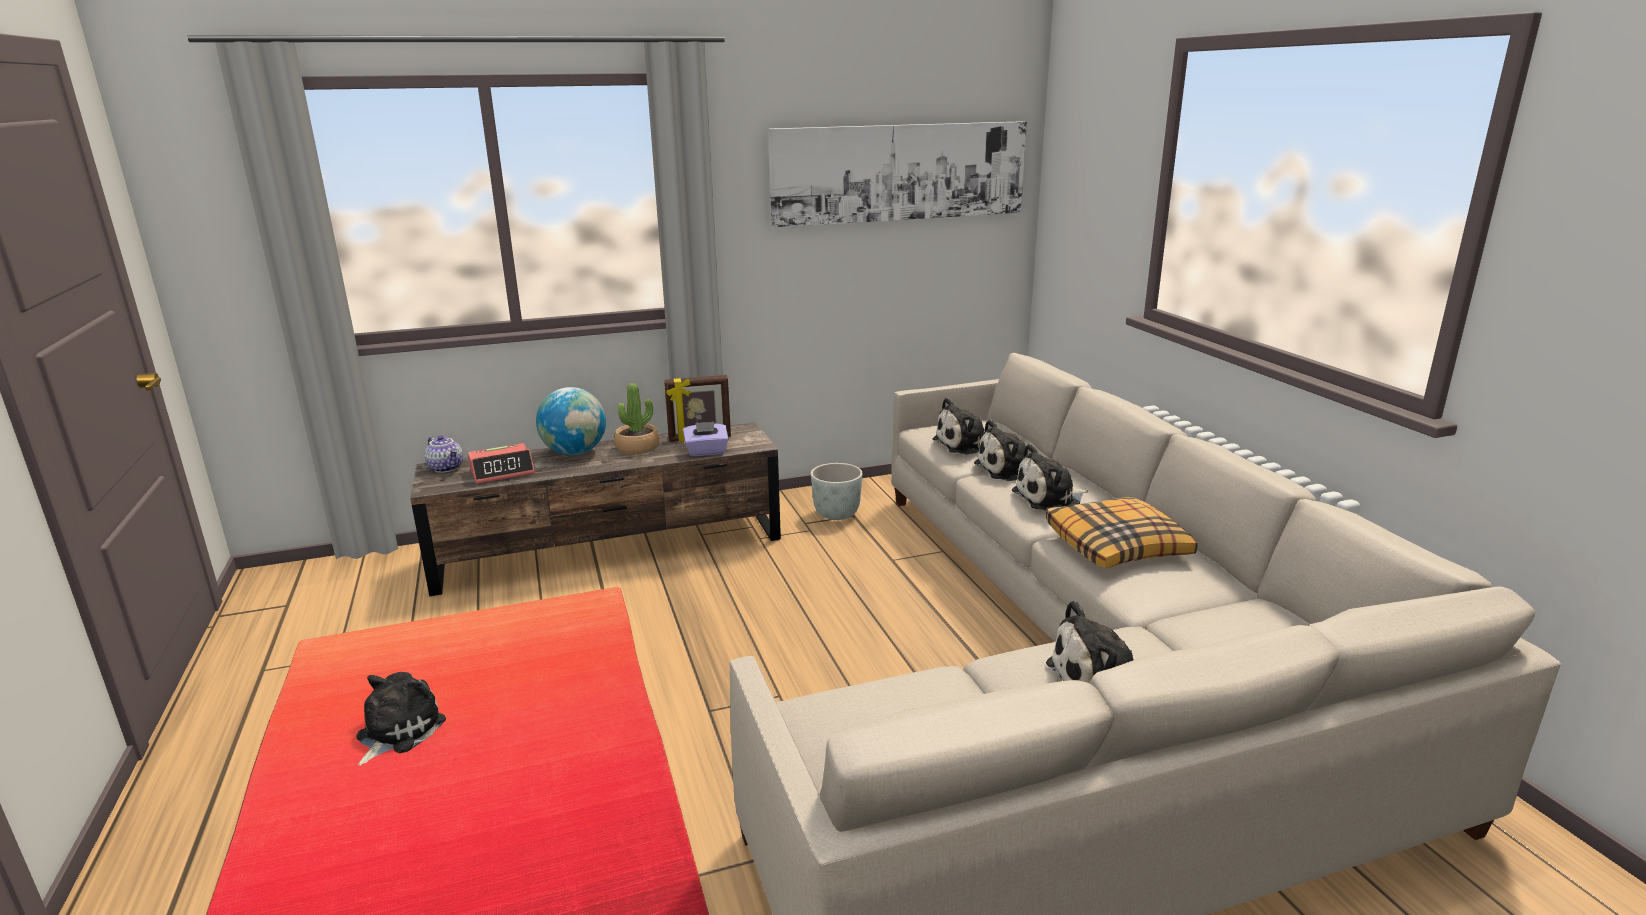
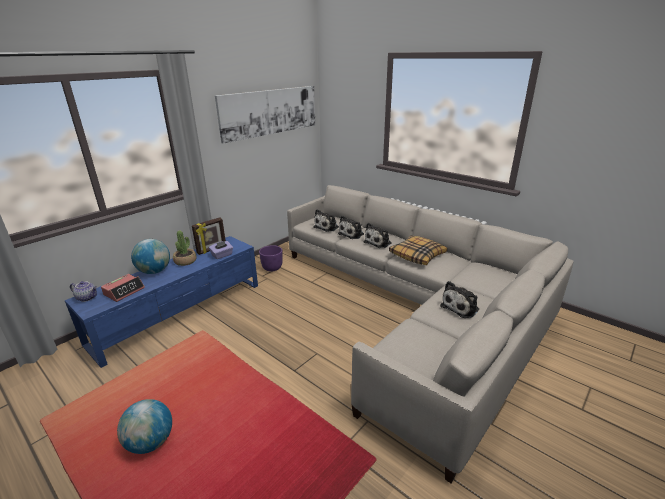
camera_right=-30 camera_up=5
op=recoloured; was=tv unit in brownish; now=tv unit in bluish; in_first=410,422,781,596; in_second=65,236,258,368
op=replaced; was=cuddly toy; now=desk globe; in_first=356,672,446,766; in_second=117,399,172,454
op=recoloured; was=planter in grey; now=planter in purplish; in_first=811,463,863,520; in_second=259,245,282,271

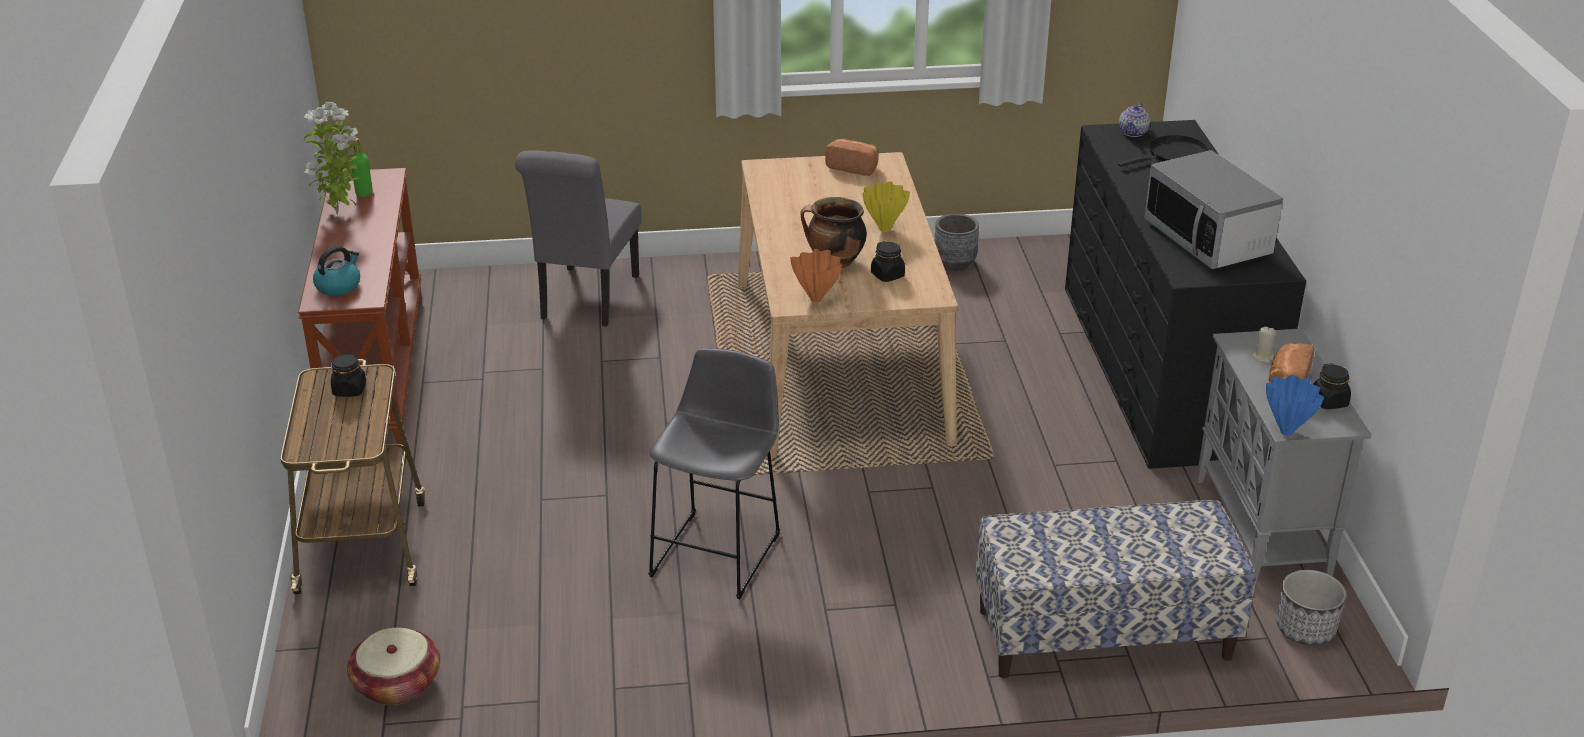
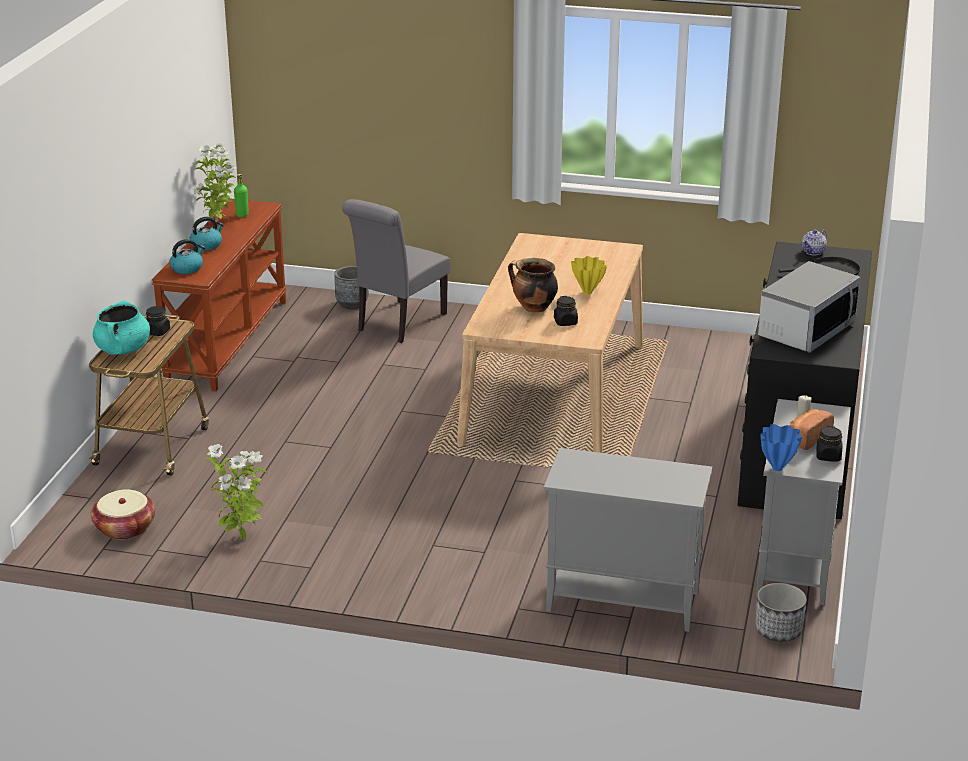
camera_right=20 camera_up=-5
op=added; now=stockpot in turquoise-coloured; in_second=93,300,150,355
op=added; now=tea kettle; in_second=190,217,224,251
op=added; now=plant in a pot; in_second=205,444,267,540
op=moved; was=planter in grey; in_first=935,214,979,271; in_second=334,266,369,309
op=replaced; was=indoor bench; now=cupboard in grey; in_first=975,500,1256,678; in_second=544,448,712,632
op=turned; was=kitchen microwave; in_first=1144,150,1283,269; in_second=758,261,860,352; clockwise=-135
op=removed; was=sitting stool in grey; in_first=648,348,780,599
op=removed; was=decorative vase in orange; in_first=790,249,842,303
op=removed; was=bakery bread; in_first=825,139,879,176

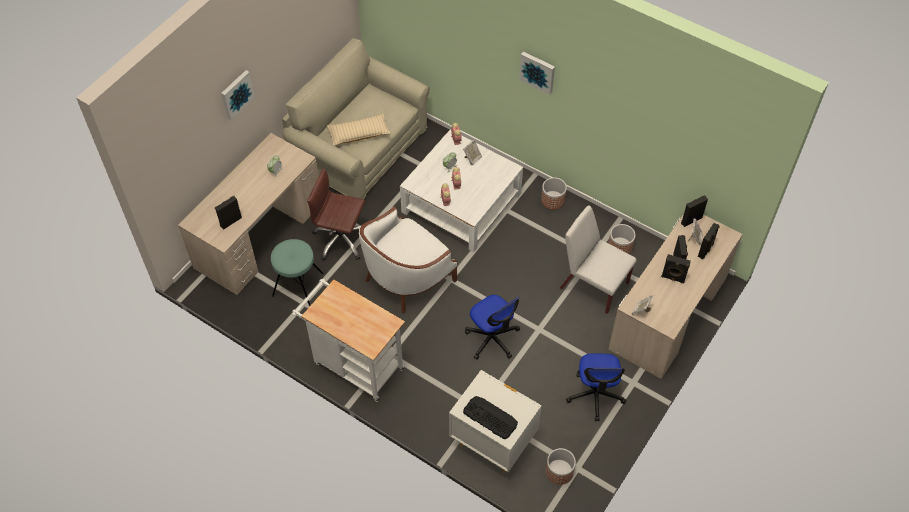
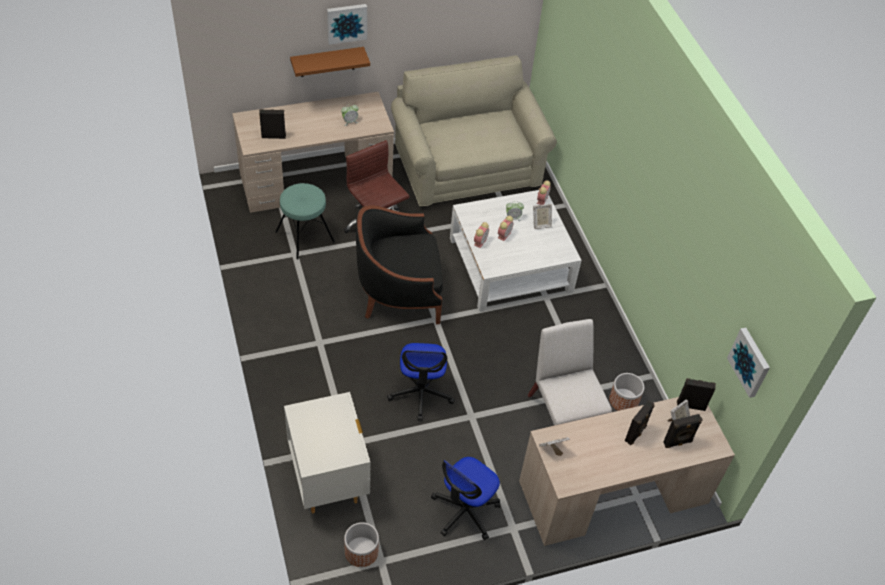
camera_right=35 camera_up=-5
op=added; now=wall shelf in brownish; in_second=290,47,370,77
op=recoloured; was=lounge chair in whitish; now=lounge chair in black; in_first=359,207,457,313; in_second=356,205,443,324
op=moved; was=wall picture; in_first=519,52,555,95; in_second=727,328,770,398
op=removed; was=cart in whitish; in_first=292,279,405,402
op=removed; was=cushion in sand-coloured; in_first=327,113,391,146
op=removed; was=keyboard; in_first=463,396,518,439
op=removed; was=planter; in_first=541,177,567,210
op=removed; was=audio speaker in black; in_first=661,254,691,283

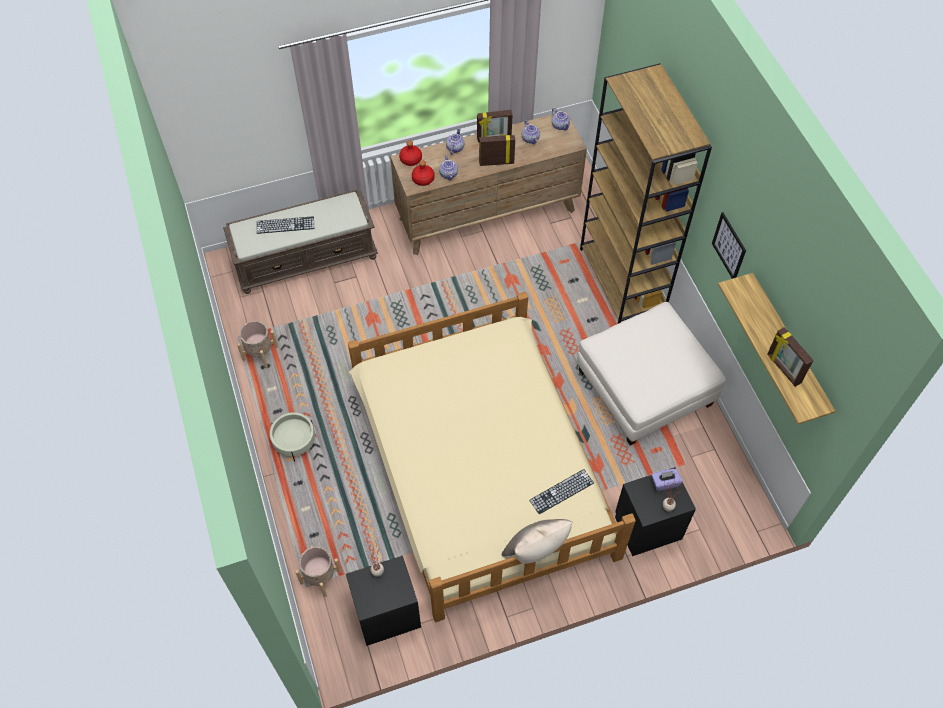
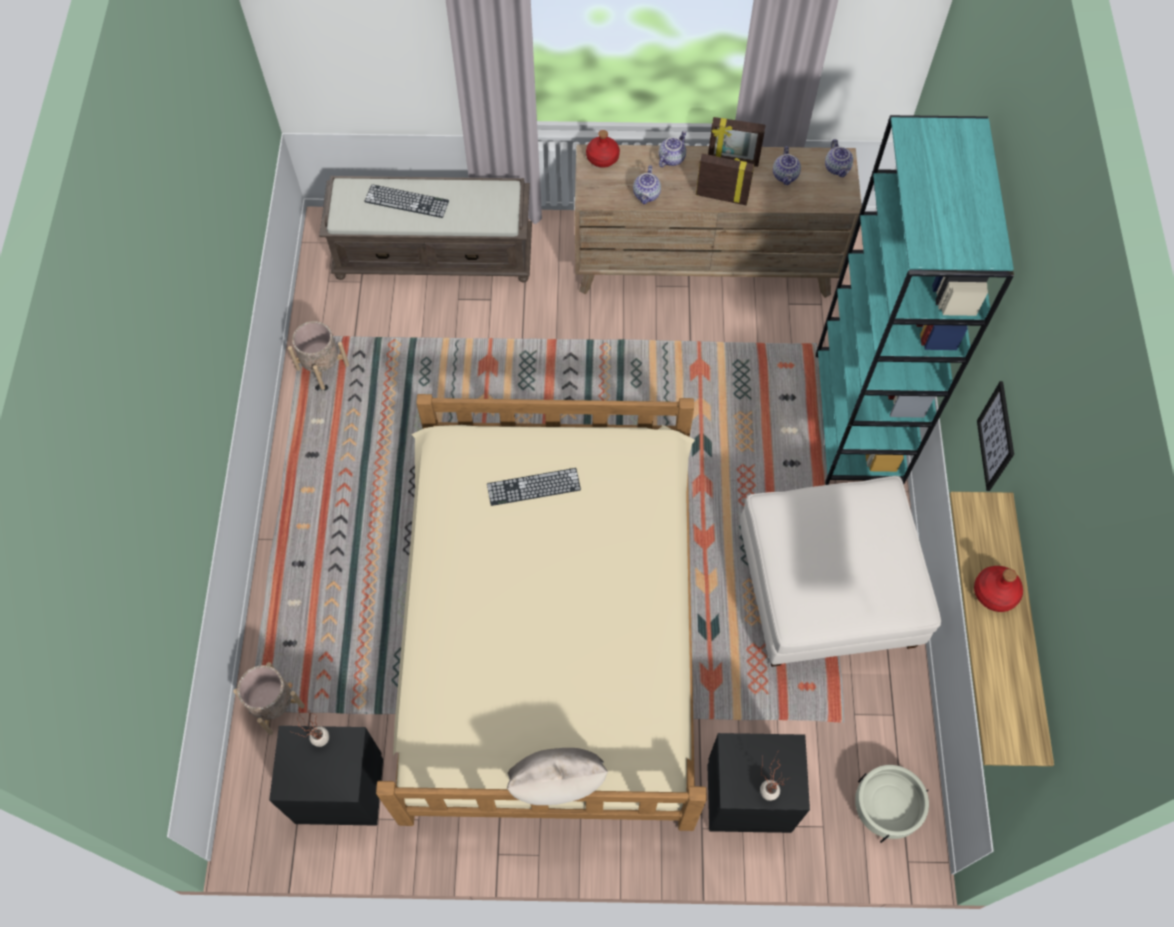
camera_right=20 camera_up=5
op=moved; was=keyboard; in_first=529,469,594,514; in_second=487,468,581,506
op=recoloured; was=shelving unit in brownish; now=shelving unit in turquoise-coloured; in_first=580,63,712,324; in_second=816,115,1014,485
op=moved; was=planter in sand-coloured; in_first=270,412,315,462; in_second=855,765,929,843
op=moved; was=bottle in red-coloured; in_first=412,160,435,186; in_second=974,566,1023,612
op=removed; was=box of tissues in purplish; in_first=652,469,683,491
op=removed; was=picture frame; in_first=767,327,814,387

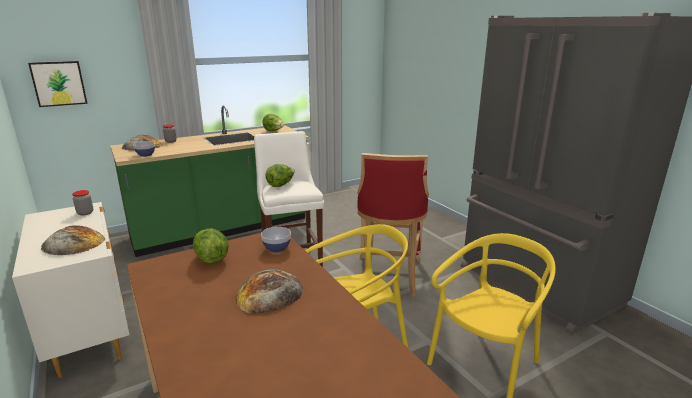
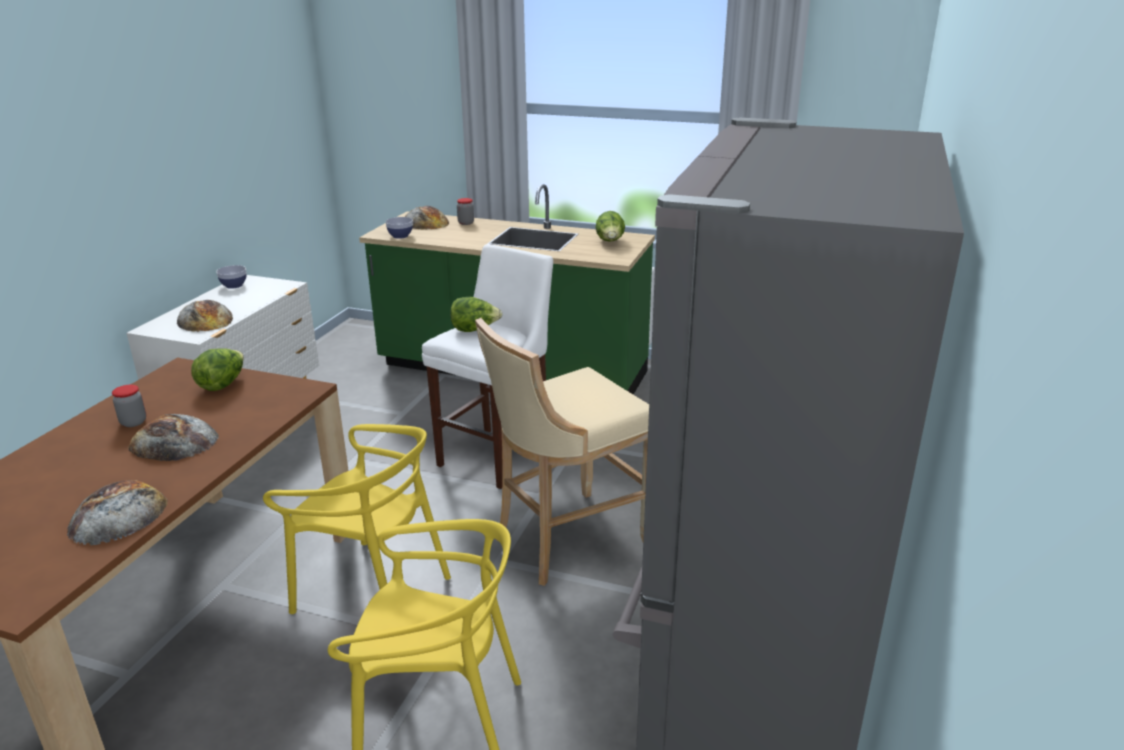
camera_right=50 camera_up=5
op=added; now=bakery bread; in_second=67,480,168,545
op=moved; was=jar; in_first=72,190,93,215; in_second=112,385,146,427
op=moved; was=bowl; in_first=261,227,291,253; in_second=216,265,246,289
op=recoloured; was=sitting stool in red-coloured; now=sitting stool in sand-coloured; in_first=357,153,429,297; in_second=475,318,649,586
op=removed; was=wall picture; in_first=28,61,88,107

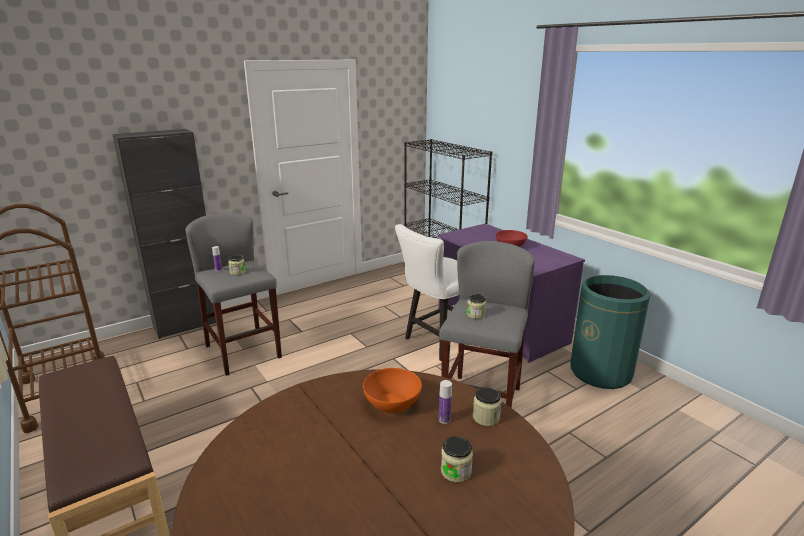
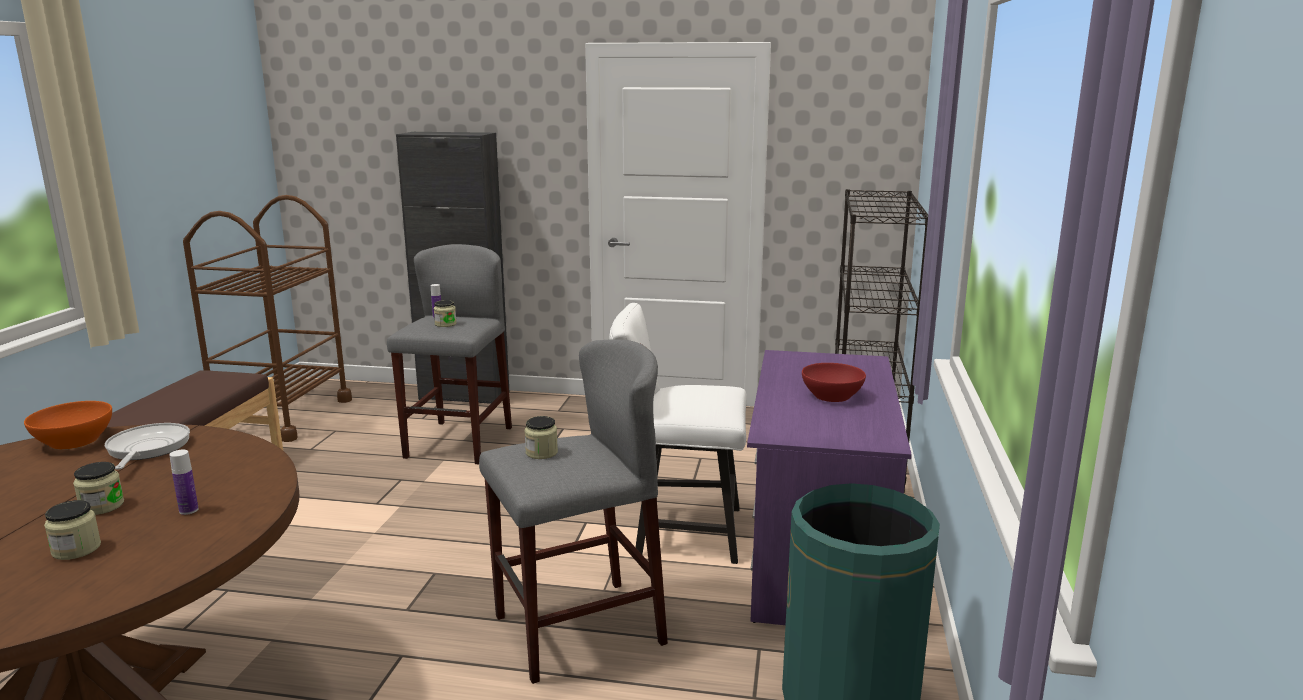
camera_right=45 camera_up=-5
op=moved; was=bowl in orange; in_first=363,368,422,414; in_second=24,401,112,449
op=moved; was=jar; in_first=473,387,501,426; in_second=73,462,124,515
op=added; now=frying pan; in_second=105,423,190,470

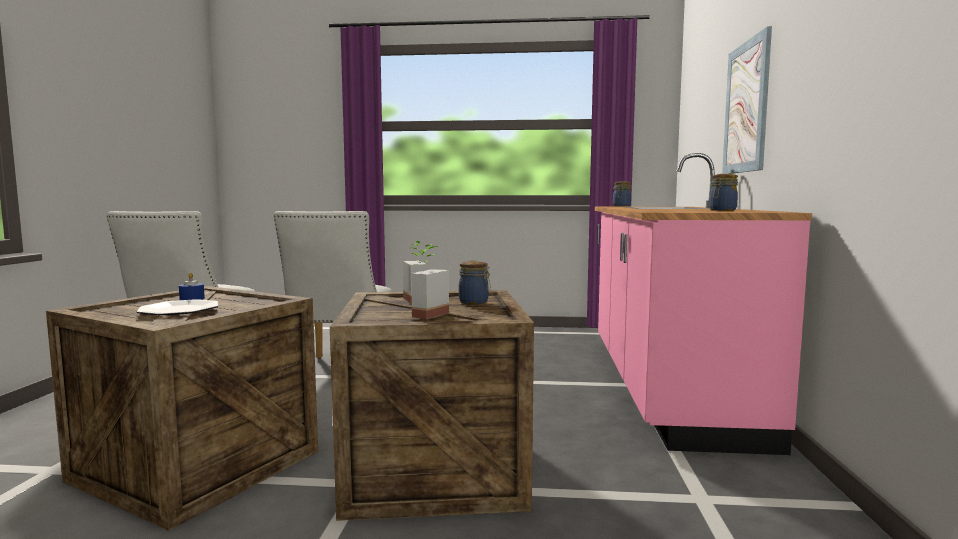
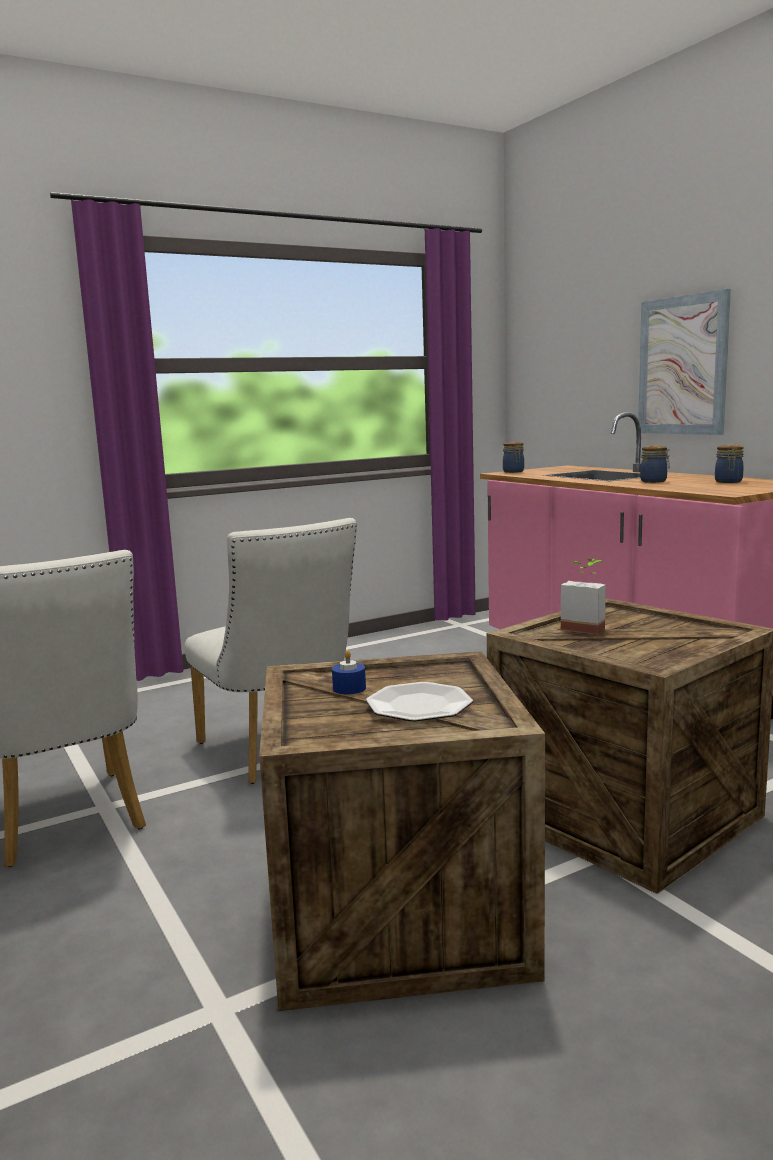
camera_right=-35 camera_up=5
op=moved; was=jar; in_first=459,261,491,305; in_second=640,446,670,483
op=removed; was=plant in a pot; in_first=411,246,449,319

